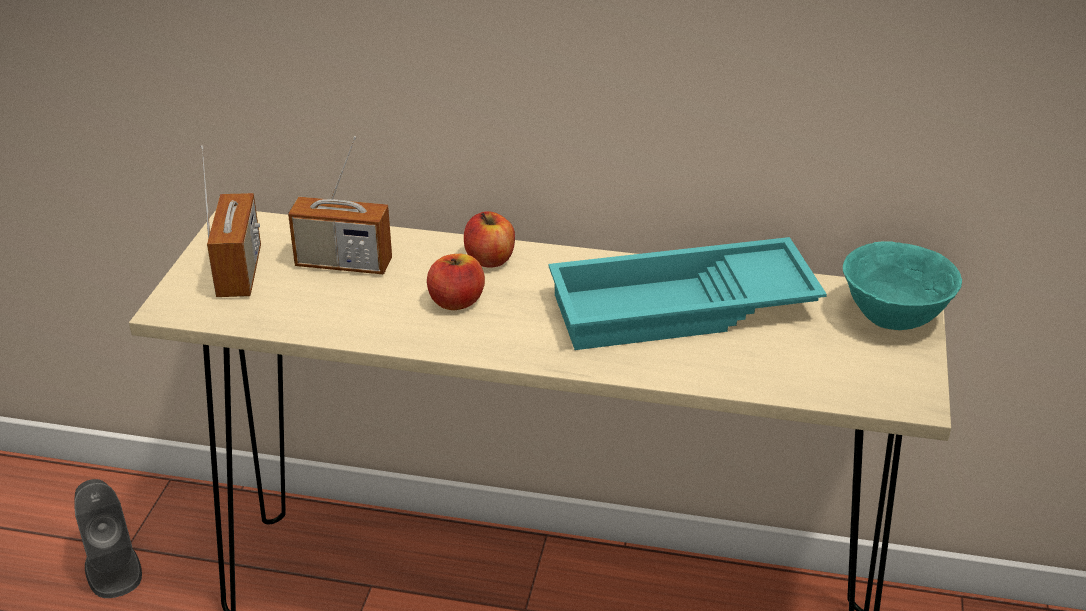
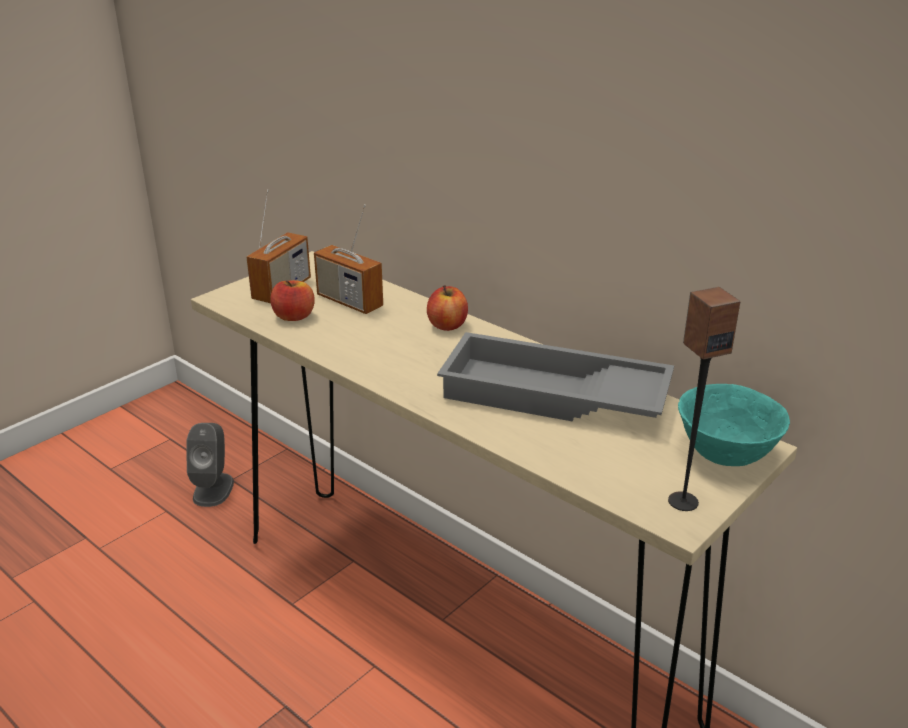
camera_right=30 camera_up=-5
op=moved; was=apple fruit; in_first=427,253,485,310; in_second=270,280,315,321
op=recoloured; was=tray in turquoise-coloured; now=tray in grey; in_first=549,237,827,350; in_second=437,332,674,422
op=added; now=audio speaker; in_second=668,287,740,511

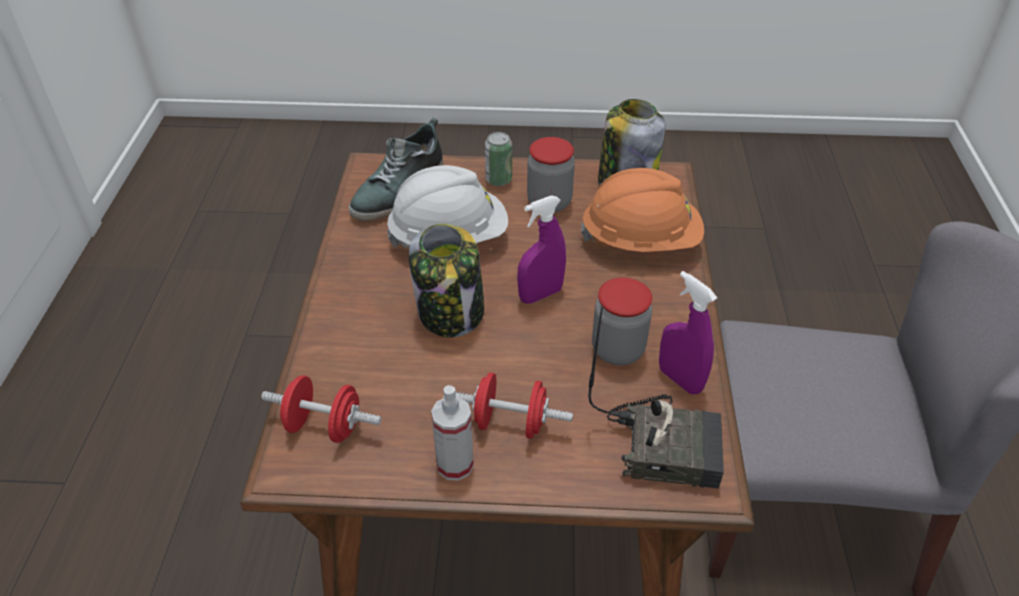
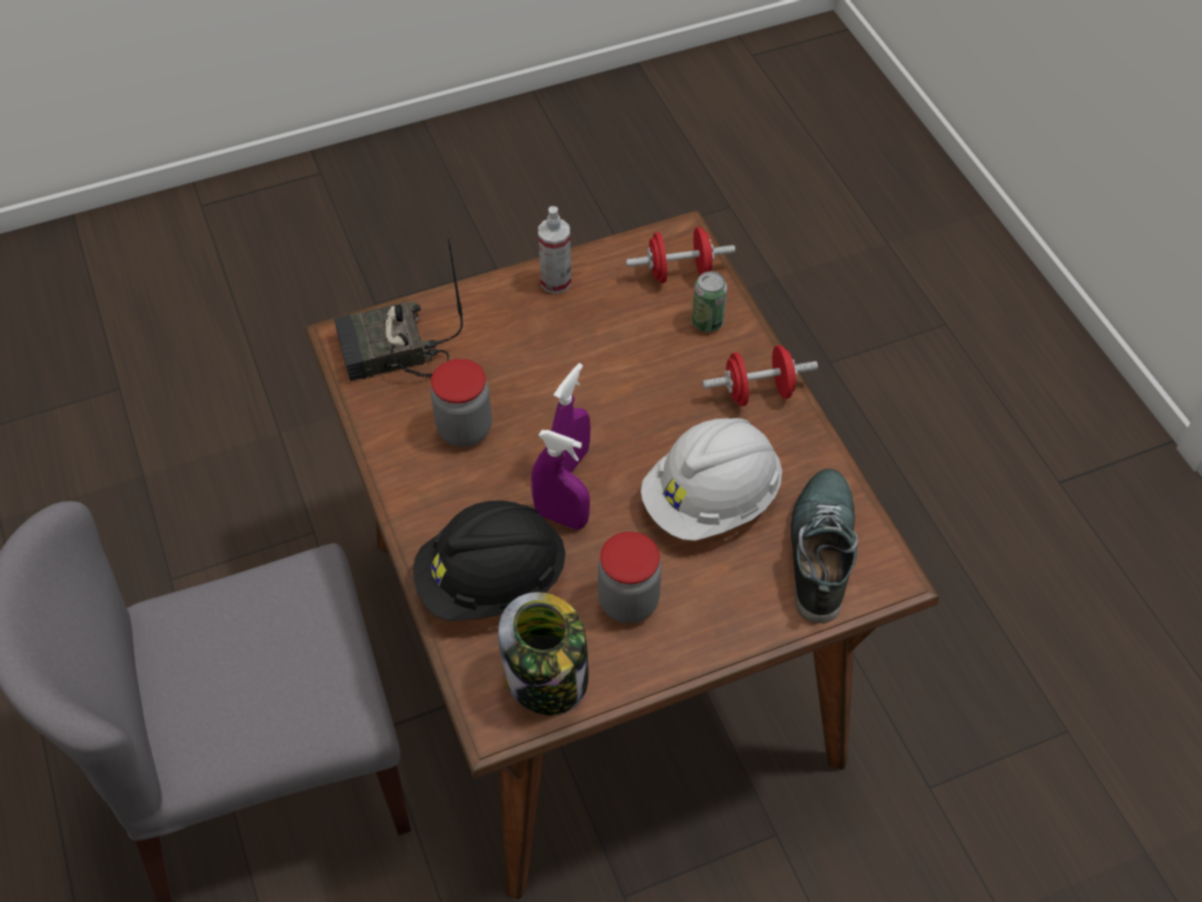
camera_right=155 camera_up=10
op=recoloured; was=hard hat in orange; now=hard hat in black; in_first=581,168,704,252; in_second=413,500,566,621
op=moved; was=sprayer in purplish; in_first=659,271,717,395; in_second=531,430,590,530
op=moved; was=can; in_first=485,132,512,186; in_second=692,271,727,332
op=moved; was=dumbbell in red-coloured; in_first=456,373,573,439; in_second=703,345,818,406
op=removed; was=jar; in_first=409,224,484,337

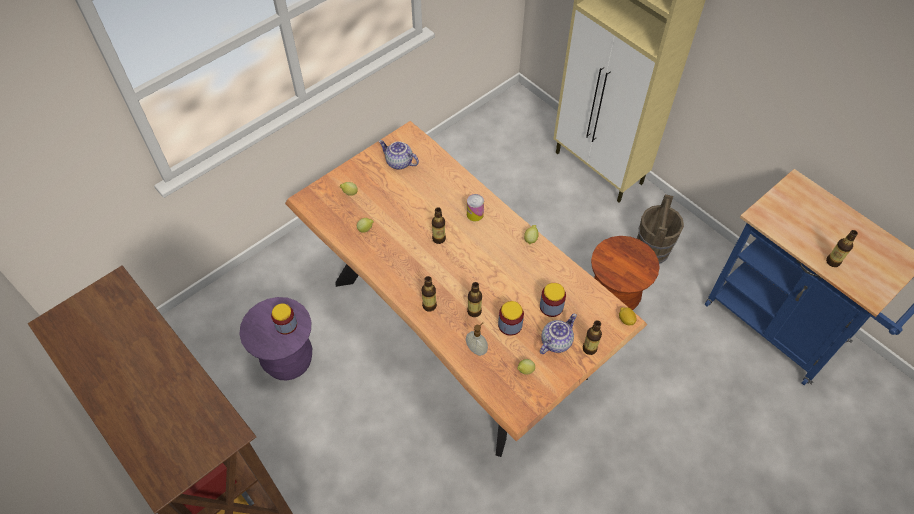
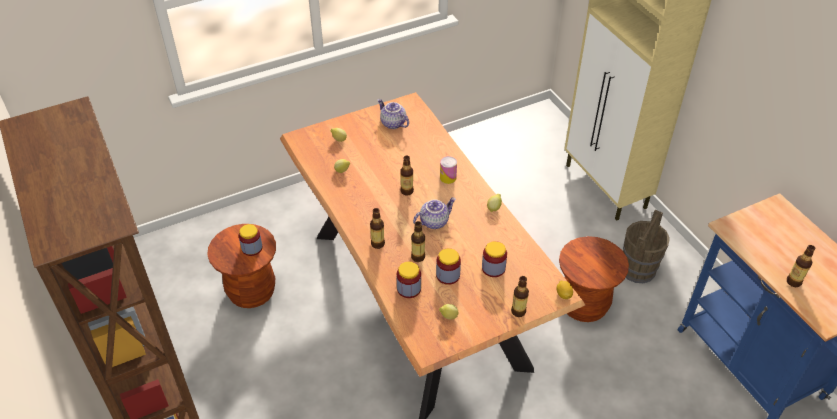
camera_right=15 camera_up=-10
op=recoloured; was=sitting stool in purplish; now=sitting stool in brownish; in_first=239,297,312,381; in_second=207,224,276,308
op=replaced; was=soap dispenser; now=jar; in_first=466,323,488,356; in_second=397,262,421,298
op=moved; was=teapot; in_first=540,314,577,354; in_second=413,198,456,229

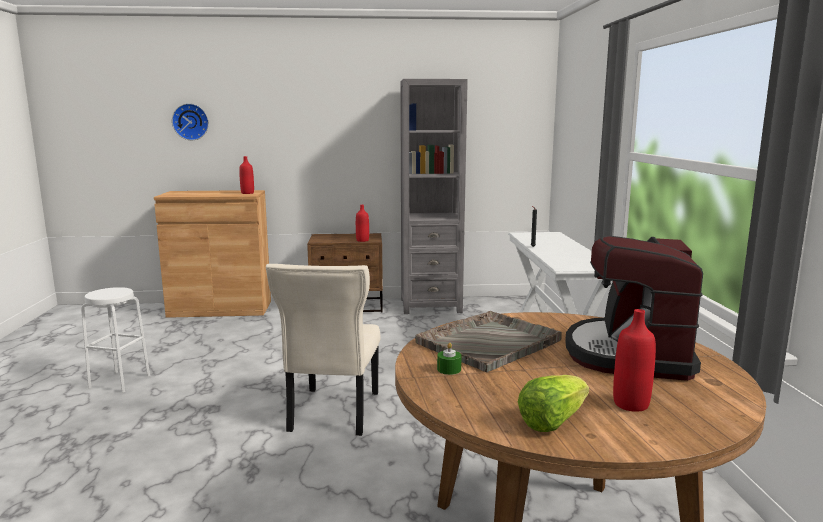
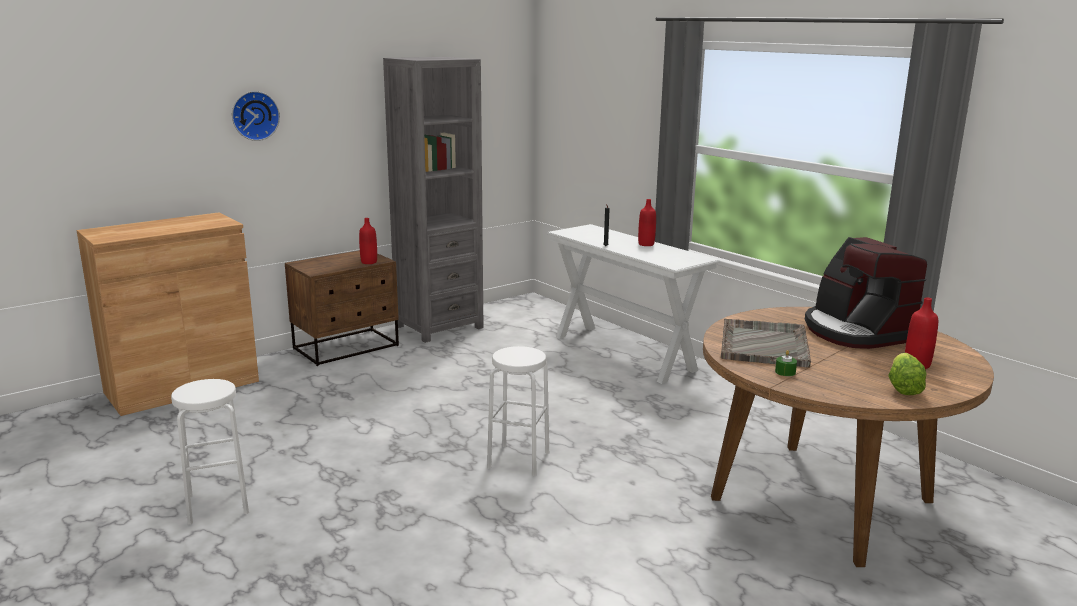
camera_right=-35 camera_up=5
op=moved; was=hanging clock; in_first=172,103,209,140; in_second=232,91,280,141
op=replaced; was=upright chair in sand-coloured; now=sitting stool in whitish; in_first=266,264,381,436; in_second=487,346,549,476
op=moved; was=bottle in red-coloured; in_first=239,156,254,194; in_second=638,199,656,246

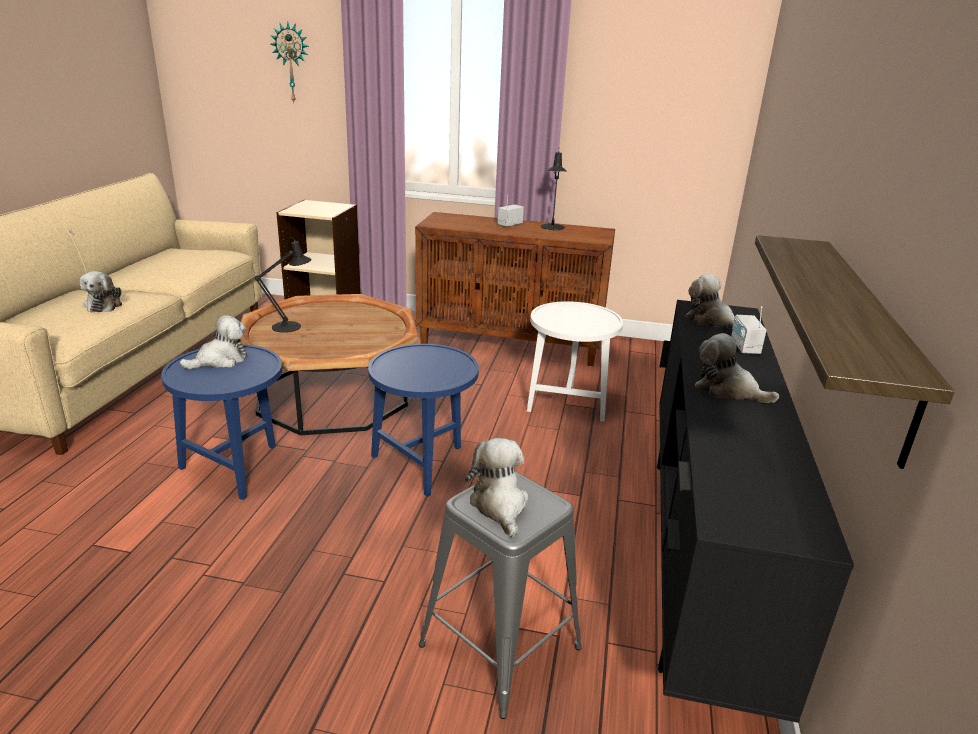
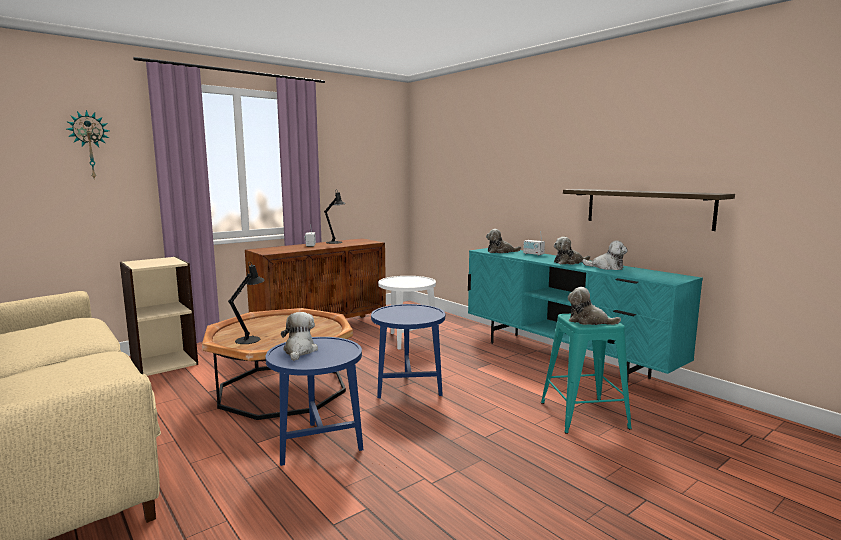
camera_right=-50 camera_up=-15
op=recoloured; was=tv unit in black; now=tv unit in turquoise-coloured; in_first=657,300,854,723; in_second=468,248,703,380
op=recoloured; was=sitting stool in grey; now=sitting stool in turquoise-coloured; in_first=419,471,582,719; in_second=541,314,632,434
op=moved; was=cuddly toy; in_first=80,271,122,312; in_second=582,241,627,270

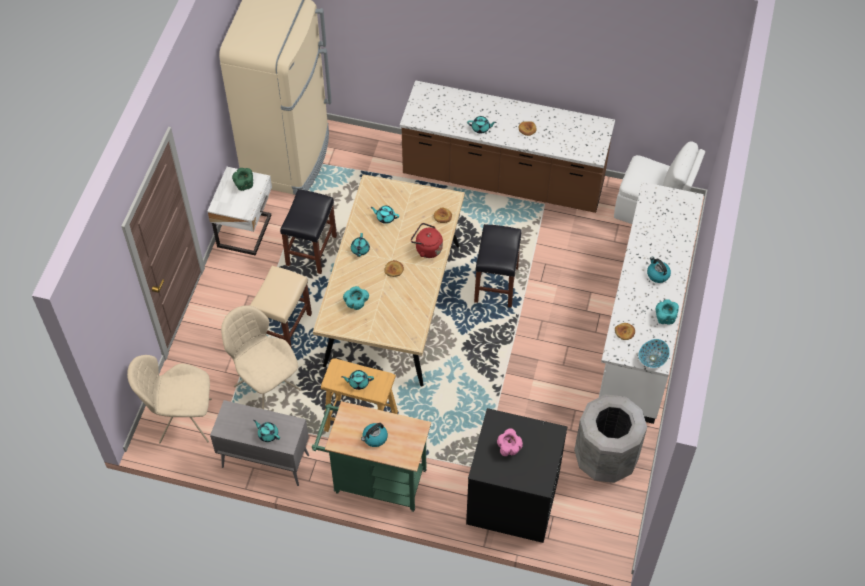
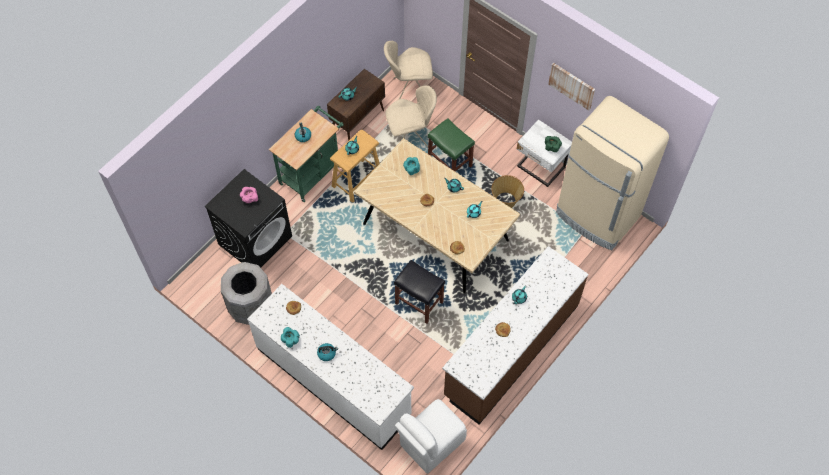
camera_right=115 camera_up=5
op=recoloured; was=cupboard in grey; now=cupboard in brownish; in_first=210,400,309,486; in_second=327,69,385,141
op=turned; was=upright chair in sand-coloured; in_first=127,355,212,443; in_second=384,41,433,99; clockwise=-120
op=recoloured; was=sitting stool in sand-coloured; now=sitting stool in green-coloured; in_first=250,266,312,348; in_second=428,118,475,172
op=replaced; was=sitting stool in black; now=storage basket; in_first=280,189,337,274; in_second=491,175,524,208
op=added; now=wall picture; in_second=548,63,595,110
op=removed; was=tea kettle in red-coloured; in_first=411,223,443,258
op=removed; was=bowl; in_first=638,339,670,368

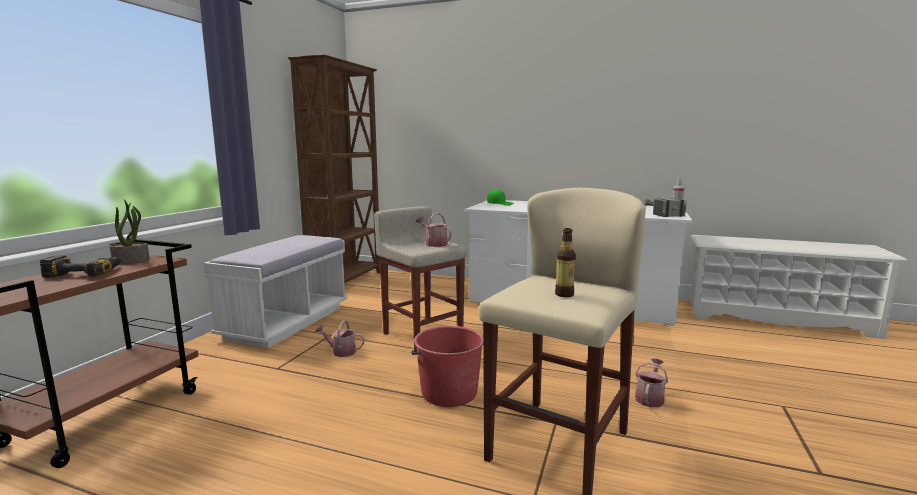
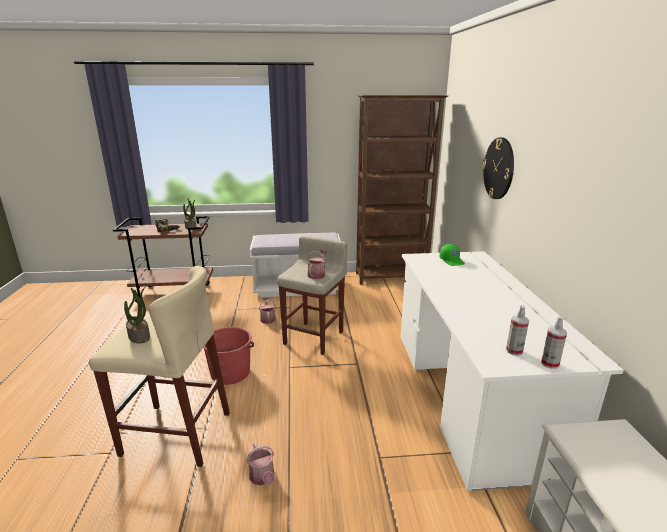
camera_right=65 camera_up=10
op=replaced; was=bottle; now=plant in a pot; in_first=555,228,576,297; in_second=124,288,150,343
op=turned; was=watering can; in_first=635,358,668,407; in_second=246,443,275,485; clockwise=60
op=added; now=hanging clock; in_second=482,137,514,199
op=replaced; was=hand hammer; now=sprayer; in_first=643,198,687,217; in_second=506,305,529,356

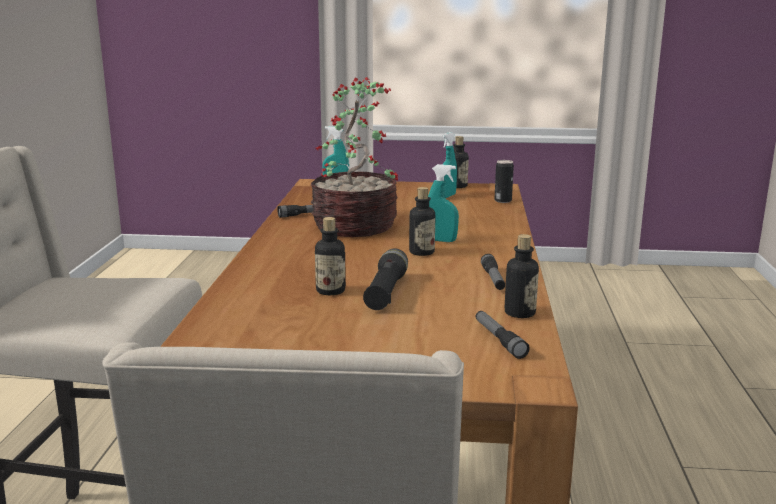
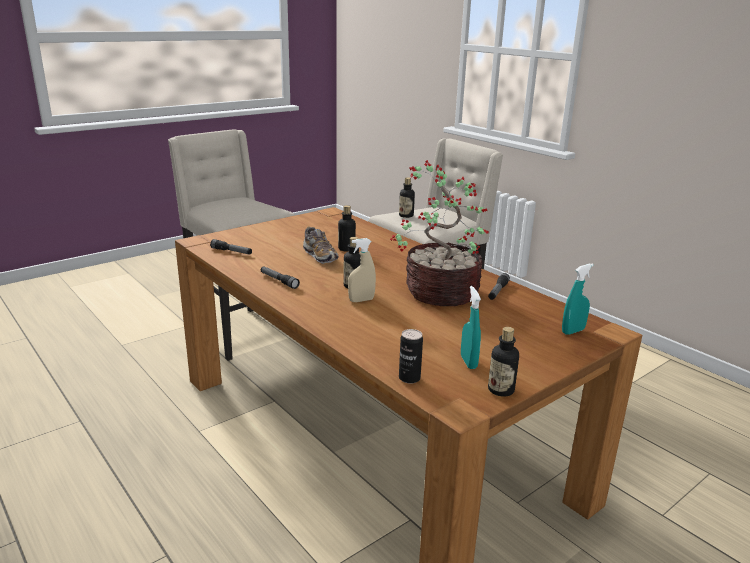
camera_right=135 camera_up=5
op=replaced; was=torch in black; now=low shoe; in_first=363,249,408,310; in_second=303,227,339,264
op=recoloured; was=sprayer in turquoise-coloured; now=sprayer in sand-coloured; in_first=428,164,459,242; in_second=348,238,376,302
op=moved; was=bottle; in_first=505,234,539,318; in_second=399,177,415,218

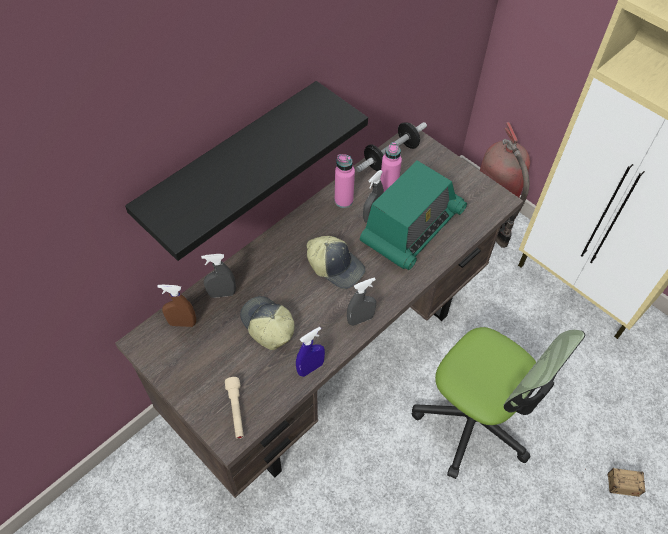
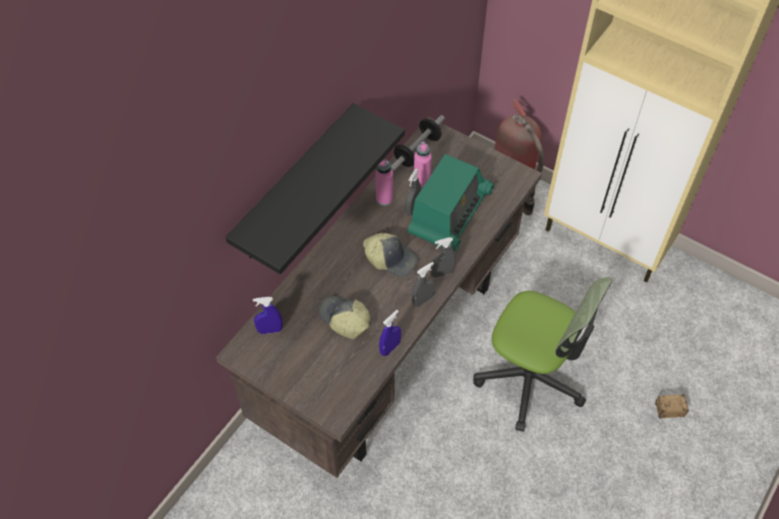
camera_right=-10 camera_up=0
op=recoloured; was=sprayer in brownish; now=sprayer in bluish; in_first=157,285,196,327; in_second=253,297,283,334
op=moved; was=sprayer in grey; in_first=201,254,236,298; in_second=430,237,456,278
op=removed; was=torch in sand-coloured; in_first=225,377,244,439

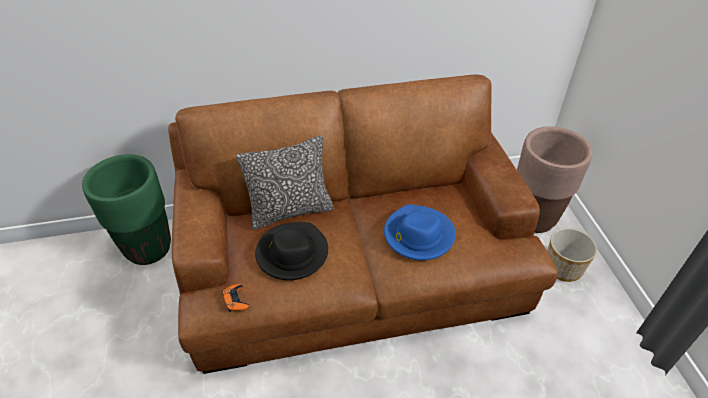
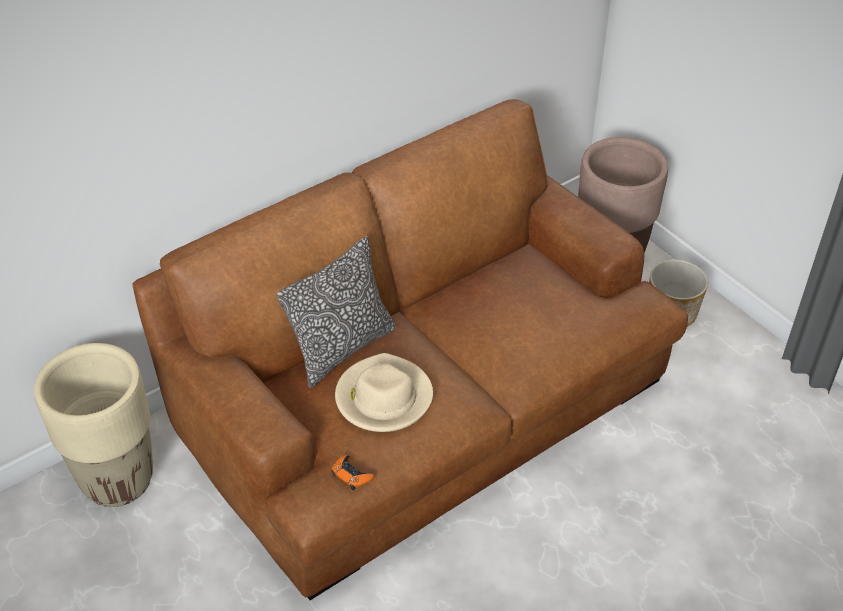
camera_right=-25 camera_up=0
op=recoloured; was=planter in green-coloured; now=planter in sand-coloured; in_first=82,154,171,265; in_second=34,343,153,507
op=recoloured; was=wearable hat in black; now=wearable hat in sand-coloured; in_first=255,222,328,280; in_second=335,353,433,432
op=removed; was=wearable hat in bluish; in_first=384,204,456,260

